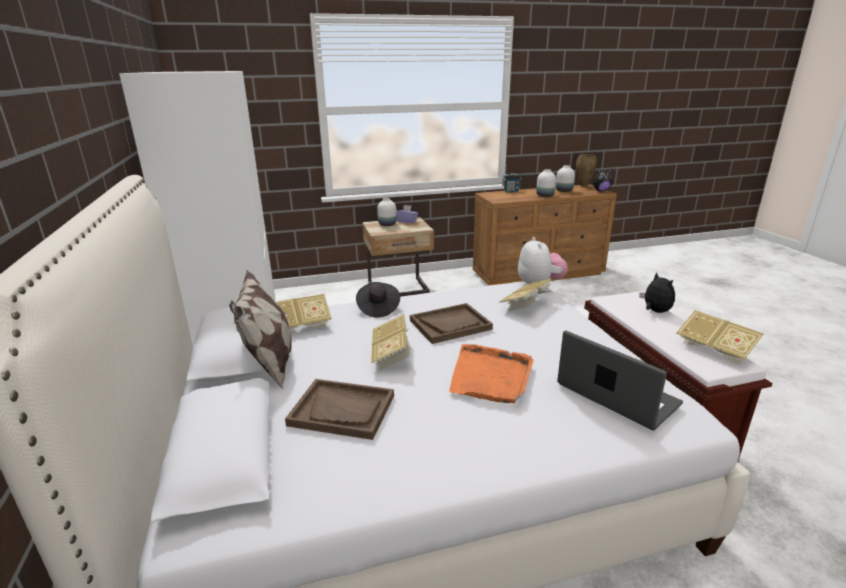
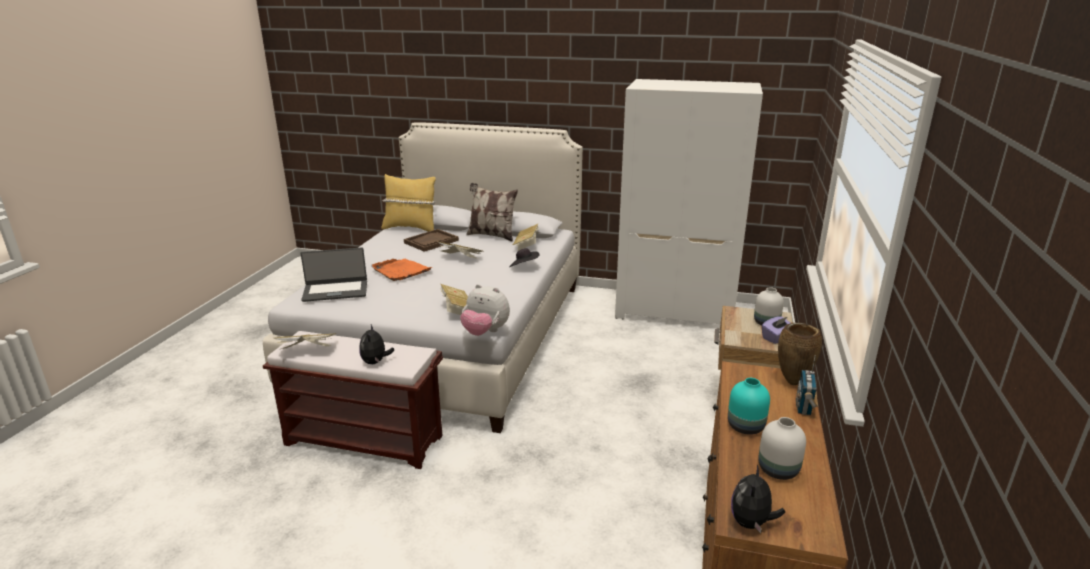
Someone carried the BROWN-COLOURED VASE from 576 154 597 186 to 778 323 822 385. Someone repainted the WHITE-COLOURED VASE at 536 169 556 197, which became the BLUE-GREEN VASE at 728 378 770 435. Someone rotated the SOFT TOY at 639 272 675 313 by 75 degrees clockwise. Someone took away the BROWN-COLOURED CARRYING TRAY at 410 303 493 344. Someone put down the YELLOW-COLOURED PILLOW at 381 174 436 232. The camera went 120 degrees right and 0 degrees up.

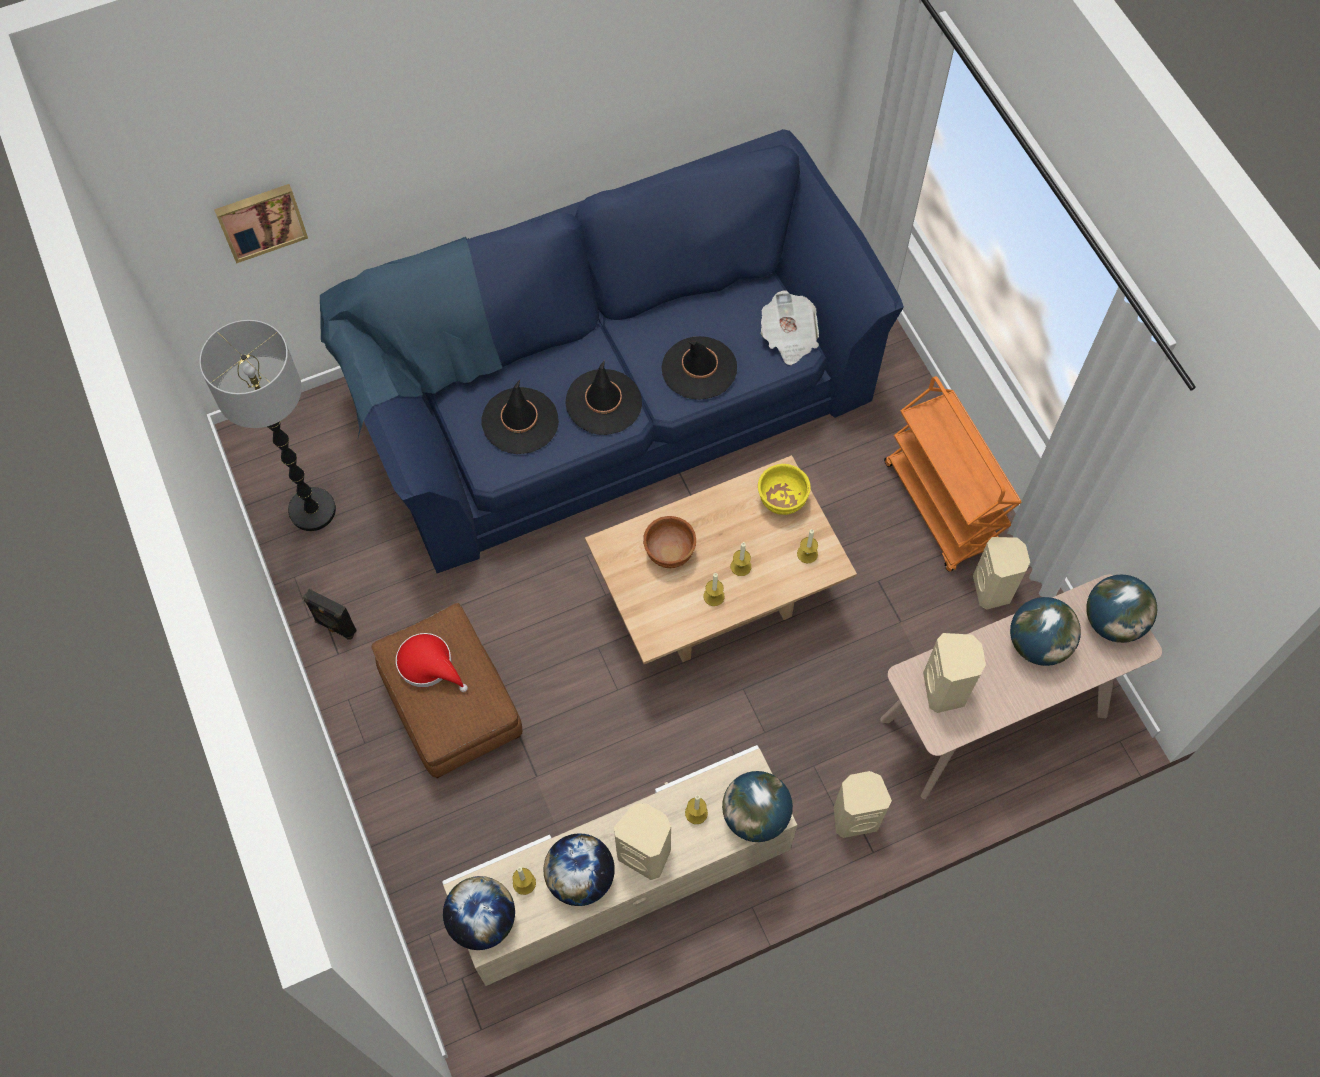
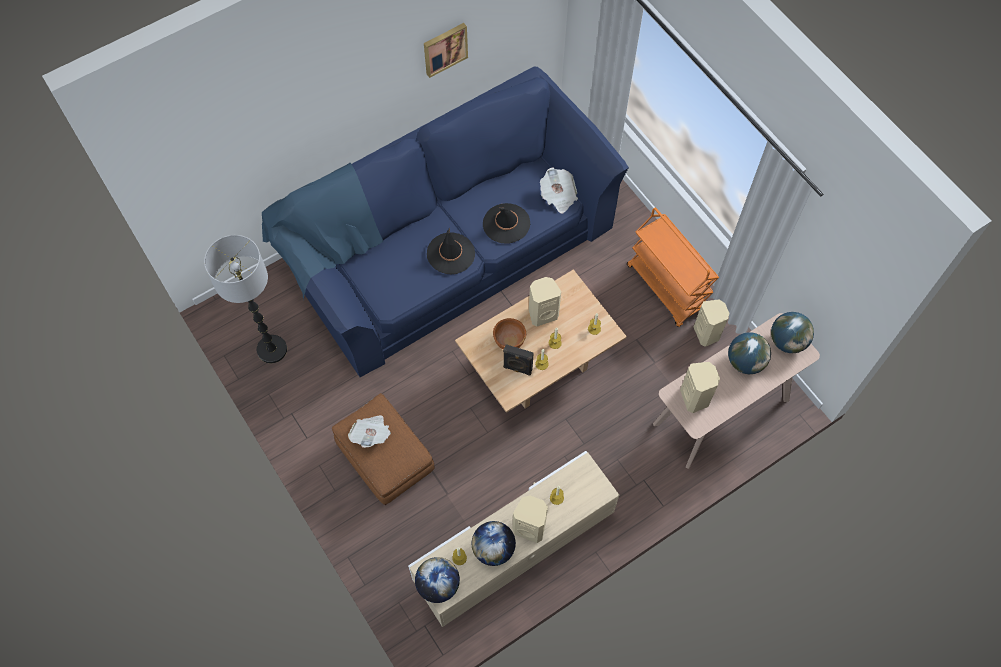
Someone carried the PICTURE from 214 184 308 264 to 424 23 468 78. Someone took away the BLACK CLOTHING HAT at 481 380 559 454. Someone took away the YELLOW-COLOURED SERVING BOWL at 758 464 811 515. Someone carried the BLACK SPEAKER from 303 589 357 640 to 503 344 534 375. Someone swapped the REDDISH CLOTHING HAT at 396 633 468 692 for the DAILY PAPER at 348 415 391 448. Someone took away the DESK GLOBE at 722 771 793 842. Someone carried the BEIGE SPEAKER from 834 771 892 838 to 529 277 561 326. The camera went 10 degrees left and 0 degrees up.

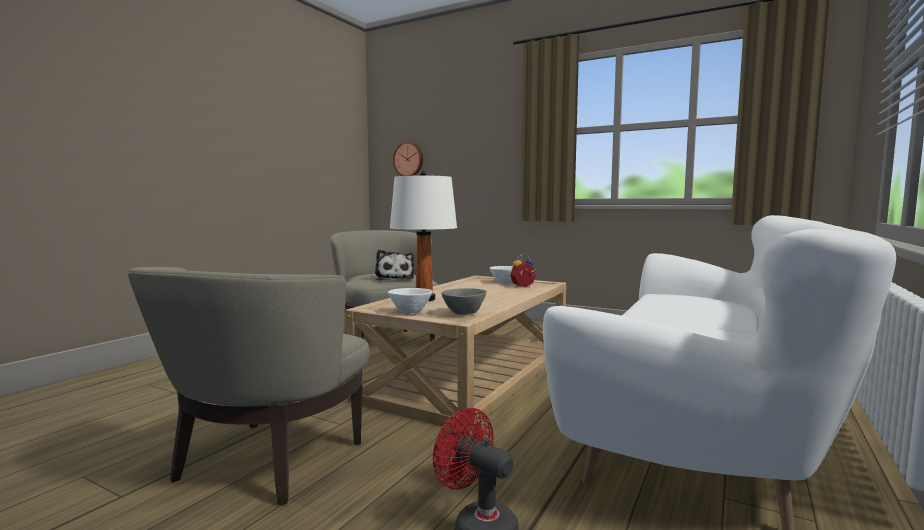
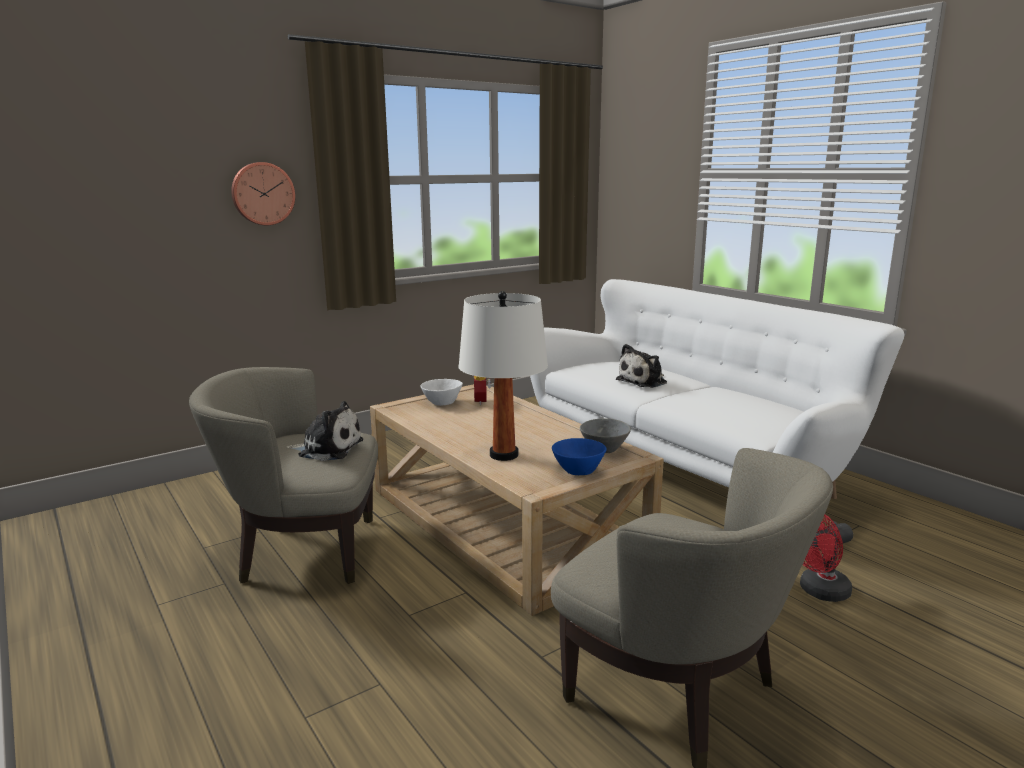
Someone carried the HANGING CLOCK from 393 142 423 176 to 231 162 295 225. Someone repainted the WHITE-COLOURED SERVING BOWL at 388 288 433 314, which became the BLUE SERVING BOWL at 552 438 607 475. Someone put down the SOFT TOY at 616 344 667 388. The camera went 65 degrees left and 10 degrees up.

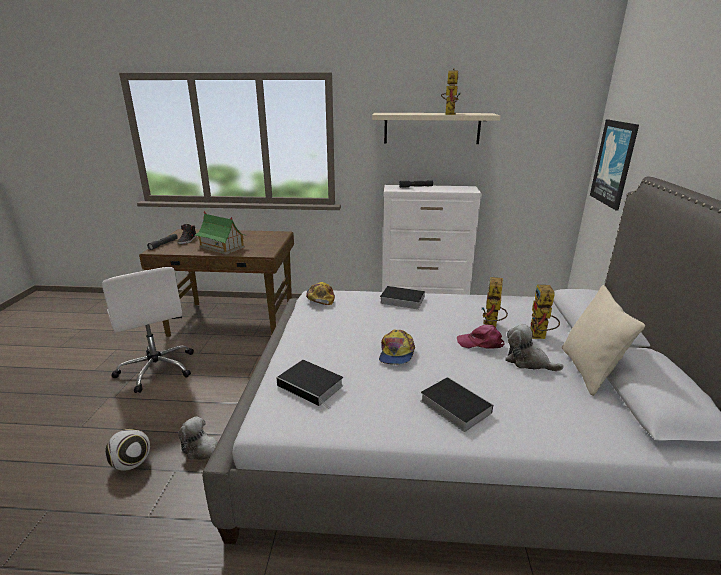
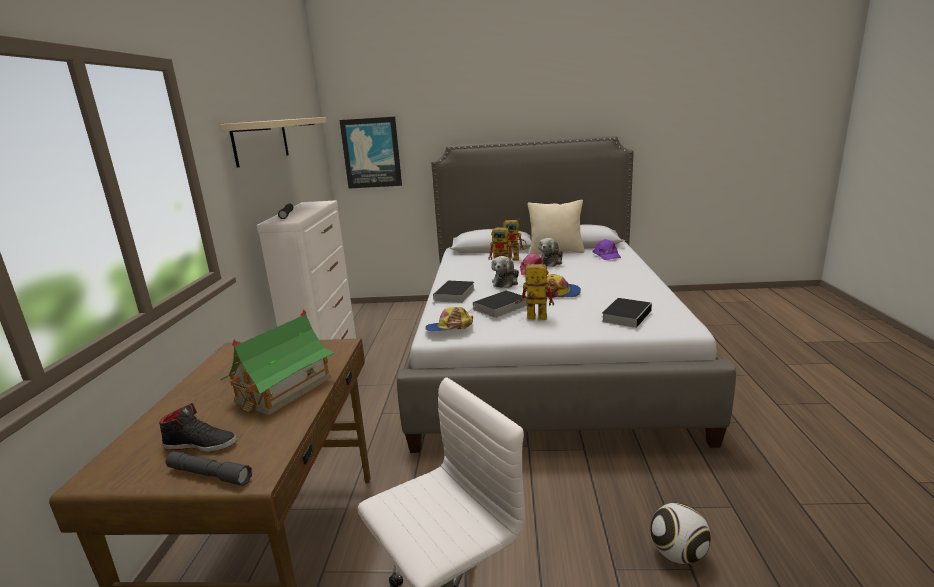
Someone carried the TOY ROBOT from 441 68 460 115 to 515 263 554 320. Someone carried the BOUND BOOK from 420 377 493 432 to 473 290 527 318. Someone carried the SOFT TOY from 178 416 217 460 to 491 256 519 288. Someone put down the PURPLE PEAKED CAP at 592 239 621 260. The camera went 90 degrees left and 5 degrees down.

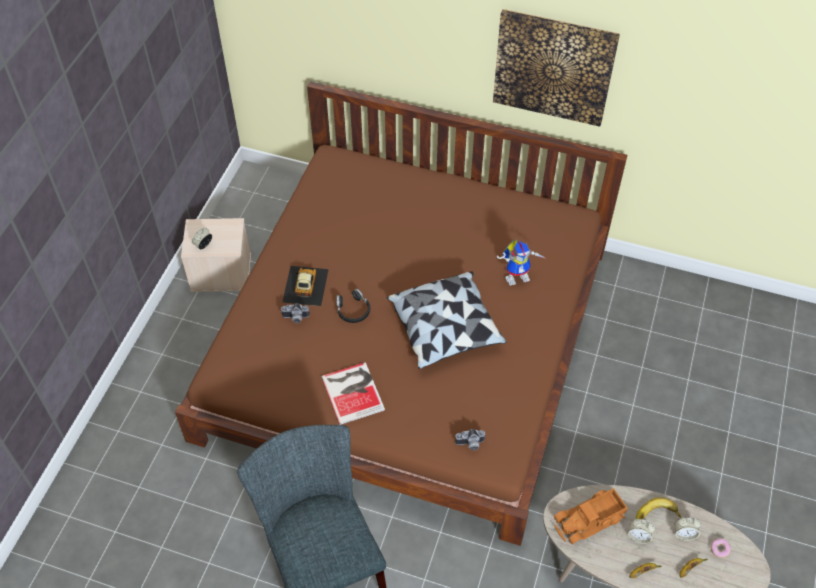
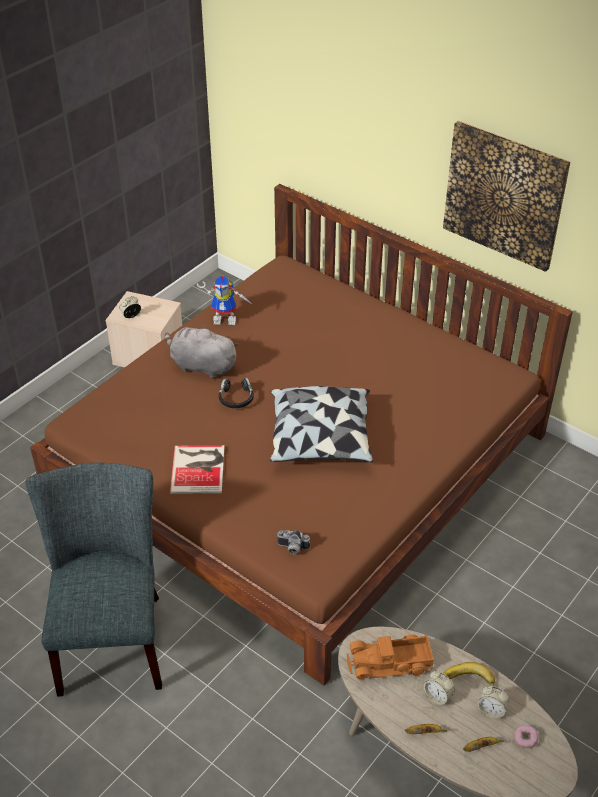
Someone carried the TOY ROBOT from 497 239 545 286 to 197 276 253 325. Someone swapped the MINIATURE CAR at 282 266 329 306 for the GREY SOFT TOY at 165 324 239 379. Someone took away the STILL CAMERA at 281 303 310 323. The camera went 20 degrees right and 10 degrees down.

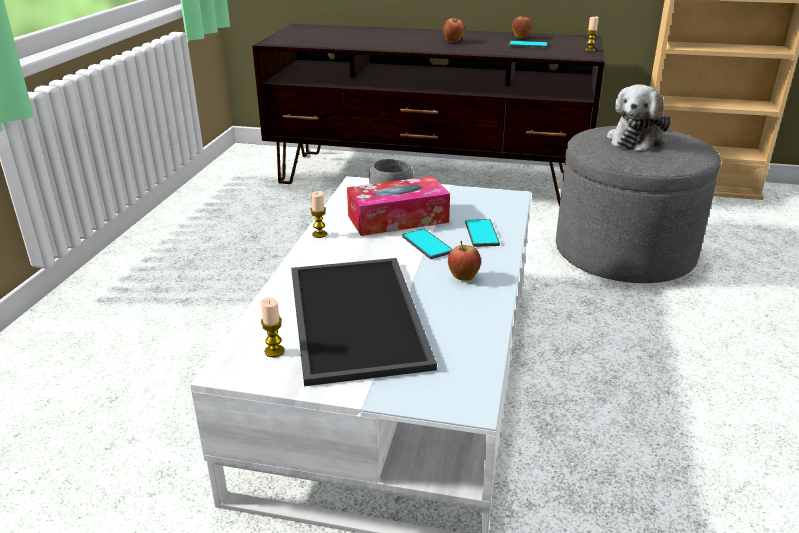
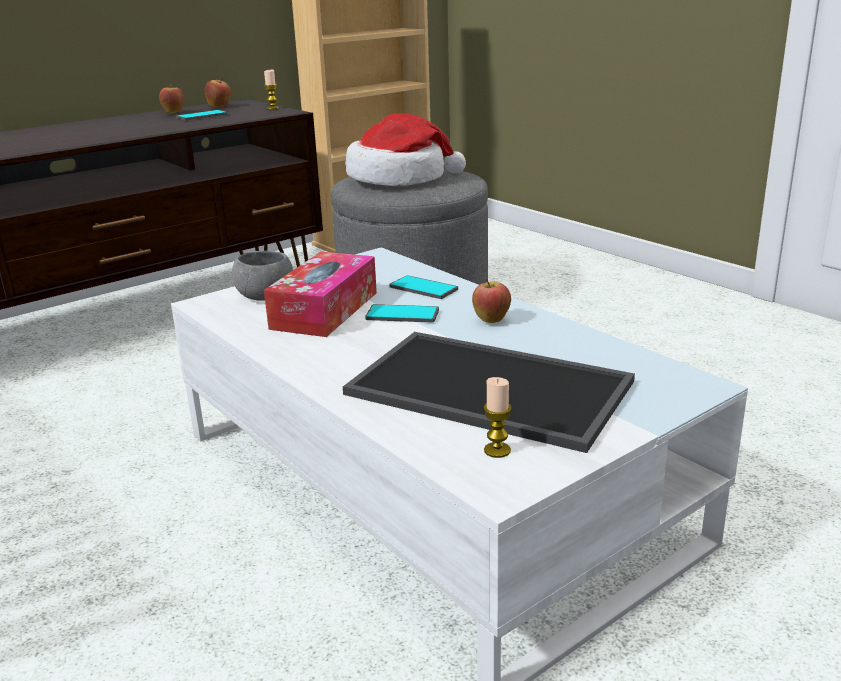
Someone carried the APPLE from 443 17 465 42 to 205 77 231 108. Someone swapped the SOFT TOY at 607 84 671 152 for the CLOTHING HAT at 345 113 466 186. Someone took away the CANDLE at 310 191 327 238. The camera went 50 degrees left and 5 degrees down.

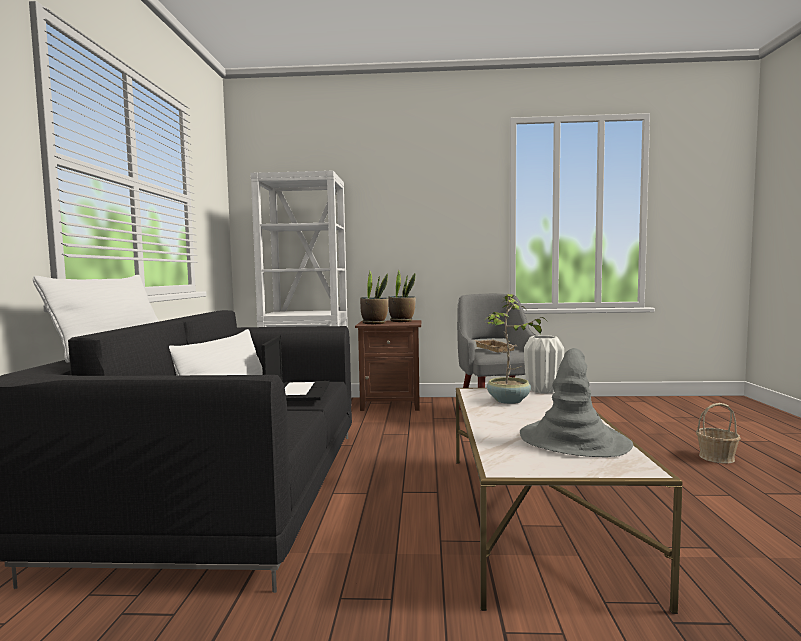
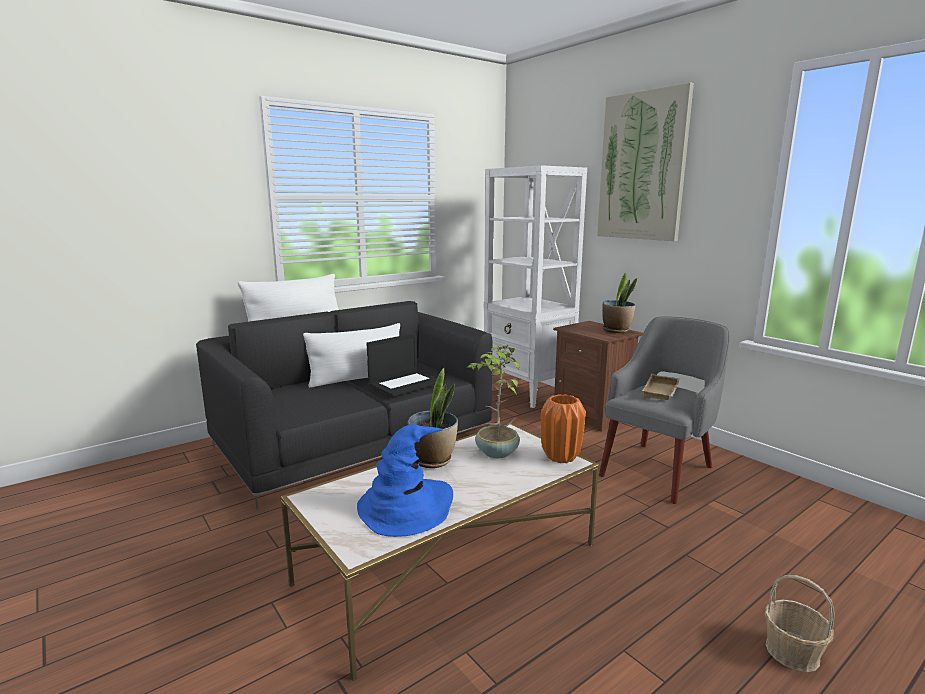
Someone carried the HOUSEPLANT from 360 270 389 324 to 408 368 458 468. Someone repainted the WHITE-COLOURED VASE at 524 335 564 393, which became the ORANGE-COLOURED VASE at 541 394 586 463. Someone repainted the GREY CLOTHING HAT at 520 348 633 457, which became the BLUE CLOTHING HAT at 357 424 453 537. Someone put up the PICTURE at 597 82 694 241. The camera went 50 degrees right and 10 degrees up.

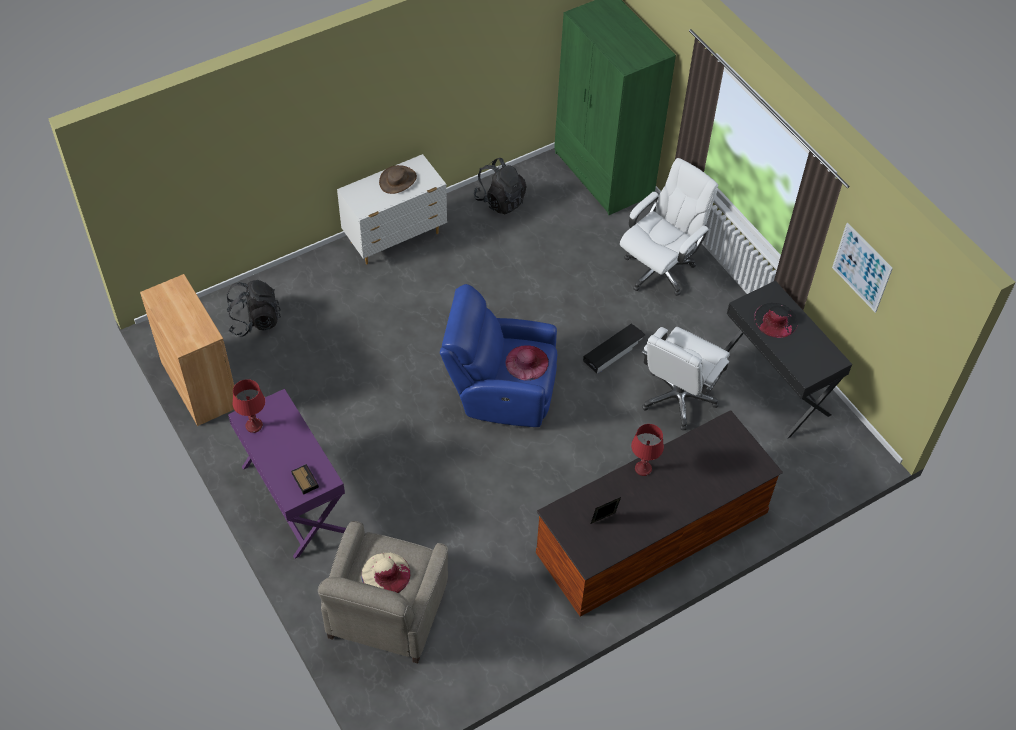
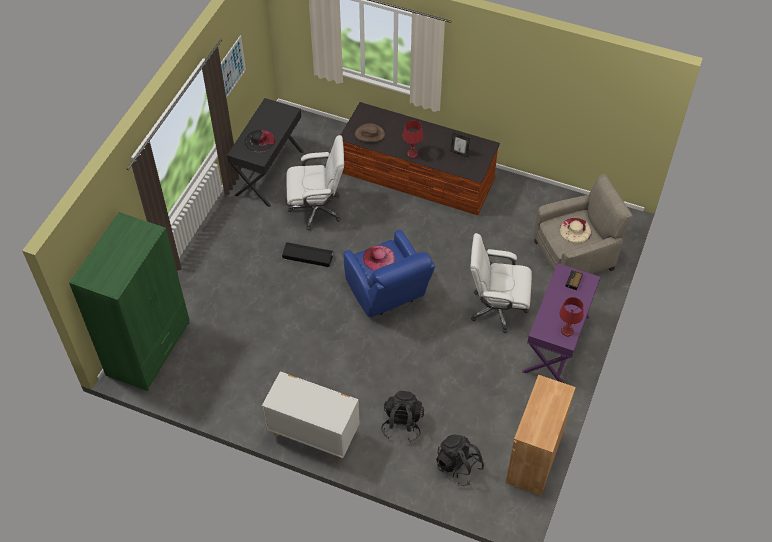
Someone carried the BLACK BACKPACK from 474 158 527 215 to 381 391 424 442. Someone carried the WHITE-COLOURED OFFICE CHAIR from 620 158 718 296 to 471 233 532 333. Someone carried the BROWN-COLOURED CLOTHING HAT from 379 165 417 194 to 355 123 385 142. The camera went 125 degrees left and 0 degrees up.

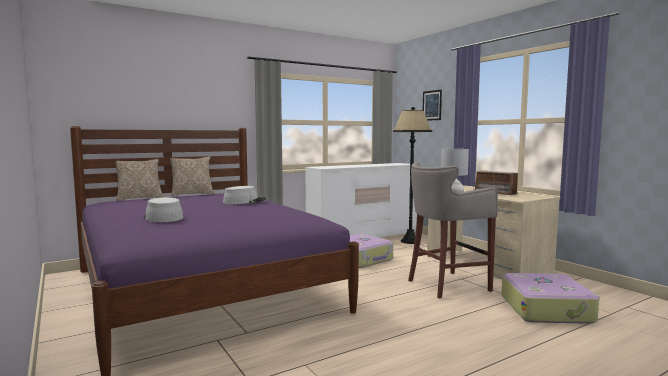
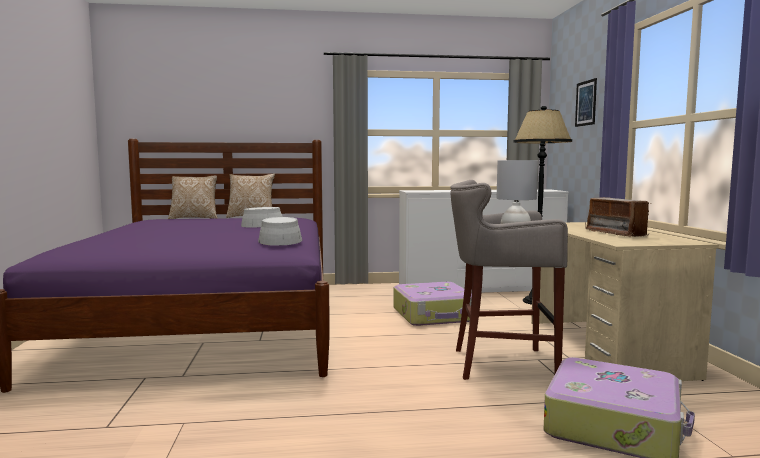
Someone carried the GREY CLOTHING HAT from 144 197 184 222 to 258 217 302 246. The camera went 25 degrees right and 0 degrees up.

